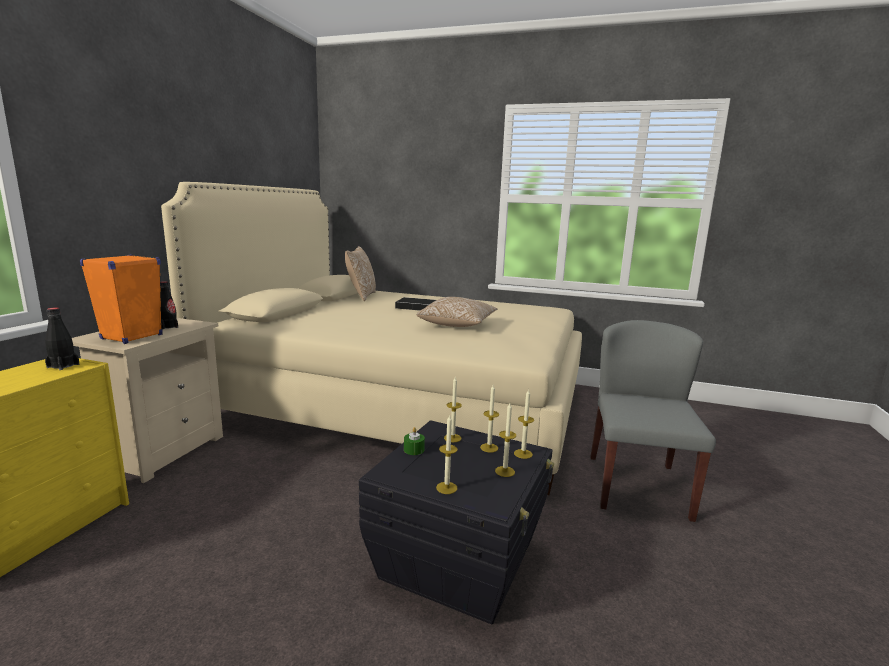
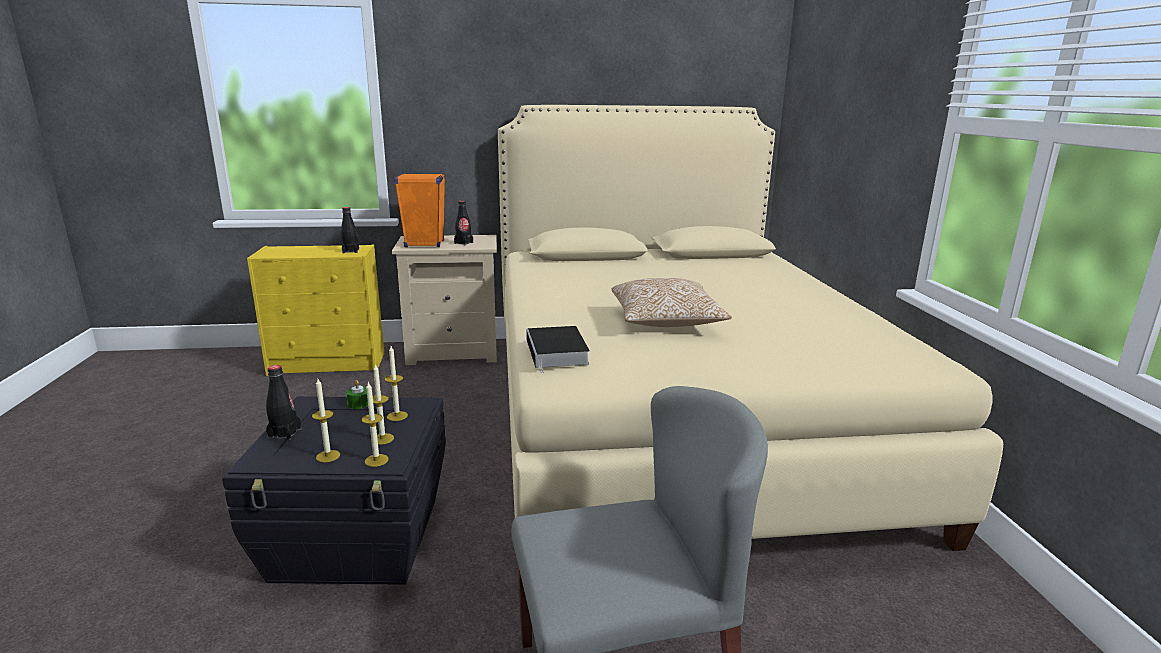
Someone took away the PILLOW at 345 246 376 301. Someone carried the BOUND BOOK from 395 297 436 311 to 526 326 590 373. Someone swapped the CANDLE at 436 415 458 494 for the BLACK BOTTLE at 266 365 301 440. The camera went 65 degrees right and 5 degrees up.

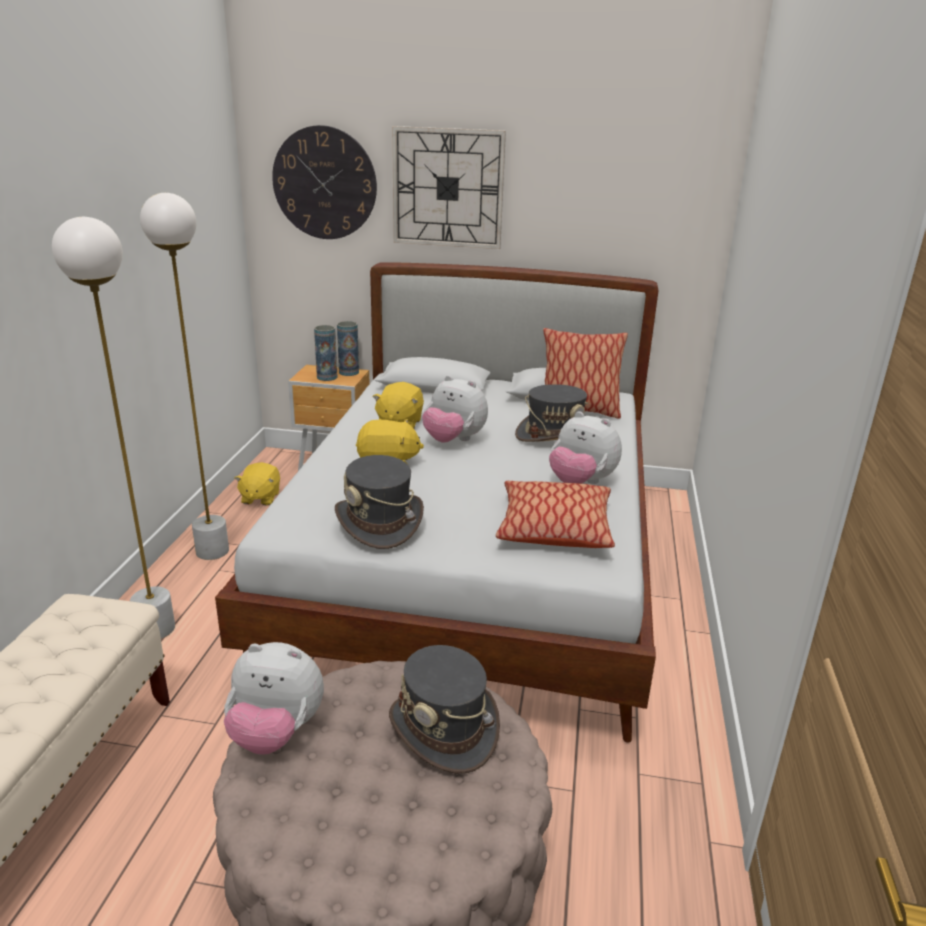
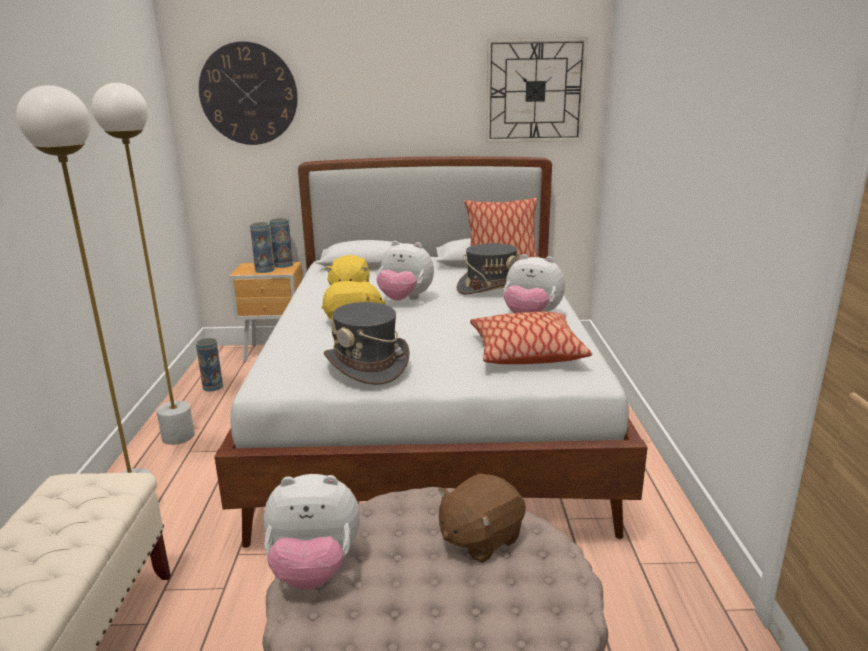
Someone carried the HANGING CLOCK from 392 126 506 249 to 486 37 588 143. Someone swapped the YELLOW-COLOURED SOFT TOY at 235 462 280 506 for the VASE at 196 338 223 391. Someone swapped the GREY CLOTHING HAT at 389 645 500 774 for the BROWN-COLOURED SOFT TOY at 438 474 526 563. The camera went 10 degrees left and 5 degrees down.

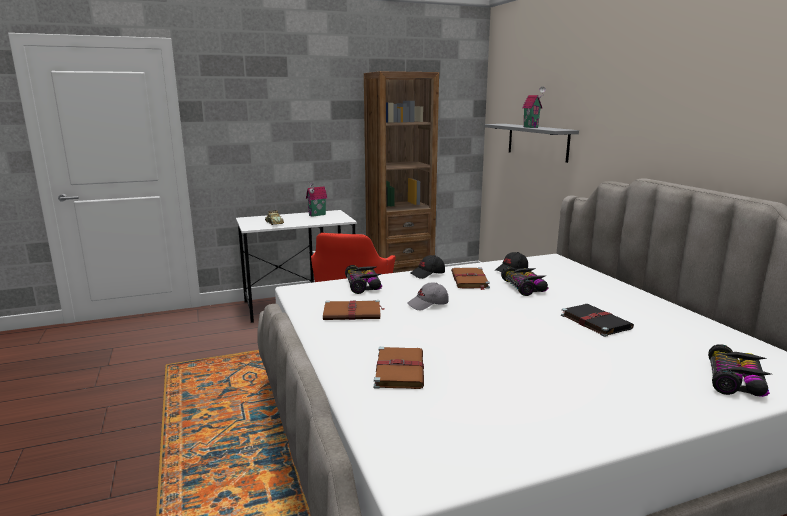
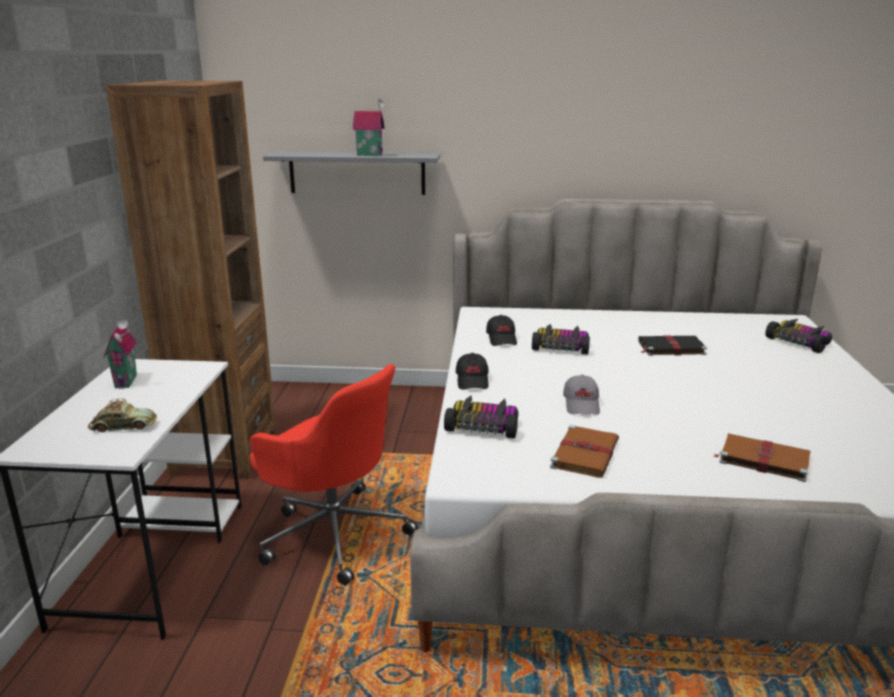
Someone took away the BROWN-COLOURED BOUND BOOK at 451 268 490 290. The camera went 65 degrees left and 5 degrees up.

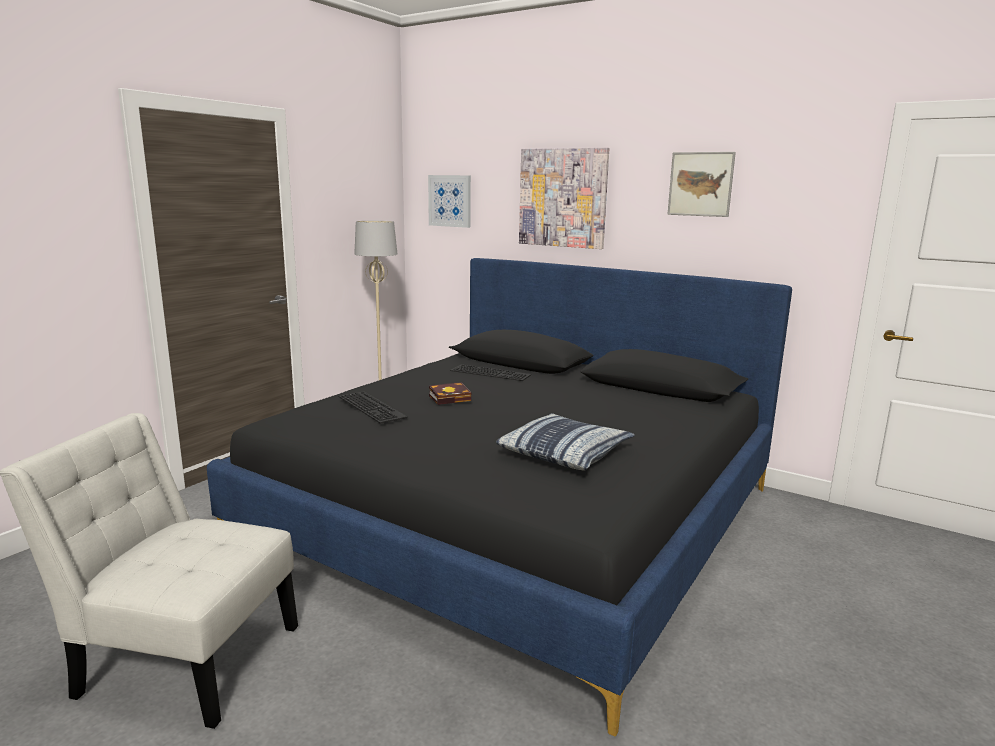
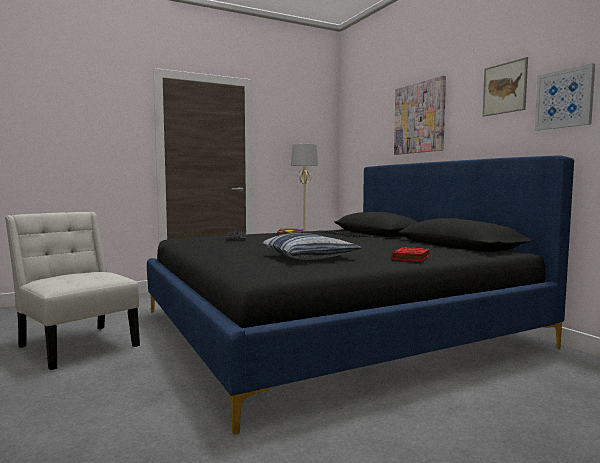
Someone carried the PICTURE from 428 175 471 228 to 535 63 595 131. Someone put down the REDDISH BOUND BOOK at 391 247 430 262. The camera went 30 degrees right and 10 degrees down.

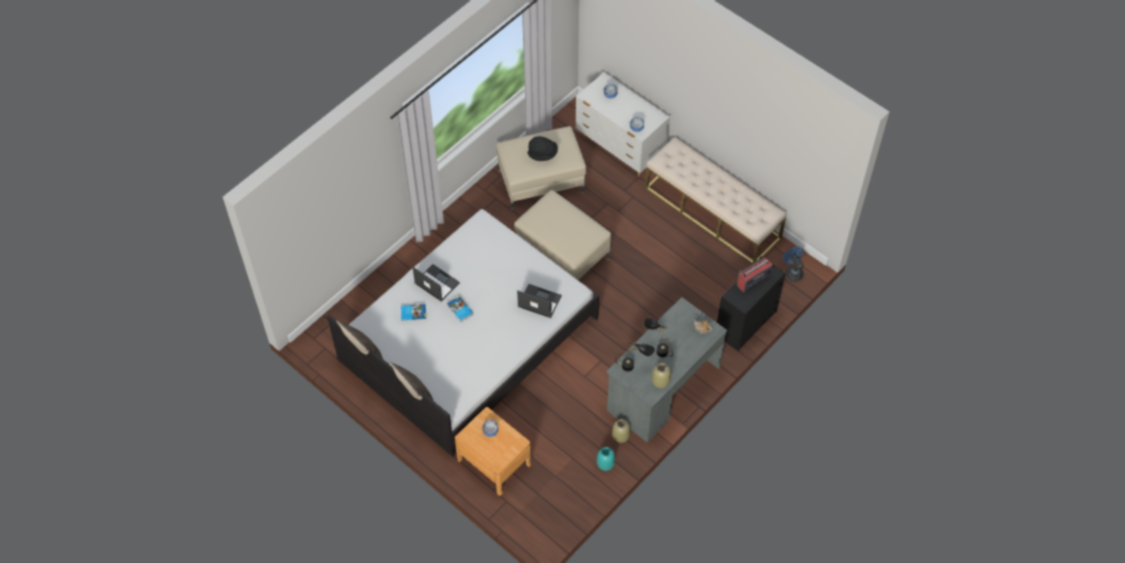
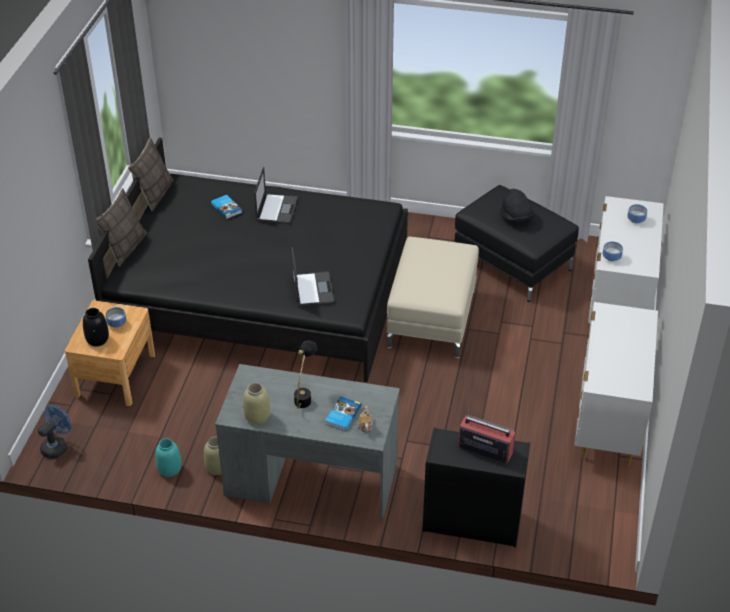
Someone repainted the BEIGE OTTOMAN at 496 126 586 210, which became the BLACK OTTOMAN at 454 185 579 302. Someone swapped the BEIGE LONG SEAT at 645 137 787 264 for the WHITE-COLOURED DRESSER at 574 302 658 466. Someone repainted the WHITE-COLOURED BEDROOM BED at 327 208 599 457, which became the BLACK BEDROOM BED at 88 138 408 382. Someone carried the BLUE ELECTRIC FAN from 782 246 804 282 to 38 405 71 459. Someone carried the BOUND BOOK from 447 296 473 322 to 325 396 361 431. Someone took away the BLACK TABLE LAMP at 615 340 655 372. Someone put down the BLACK VASE at 83 308 109 347. The camera went 60 degrees right and 15 degrees down.

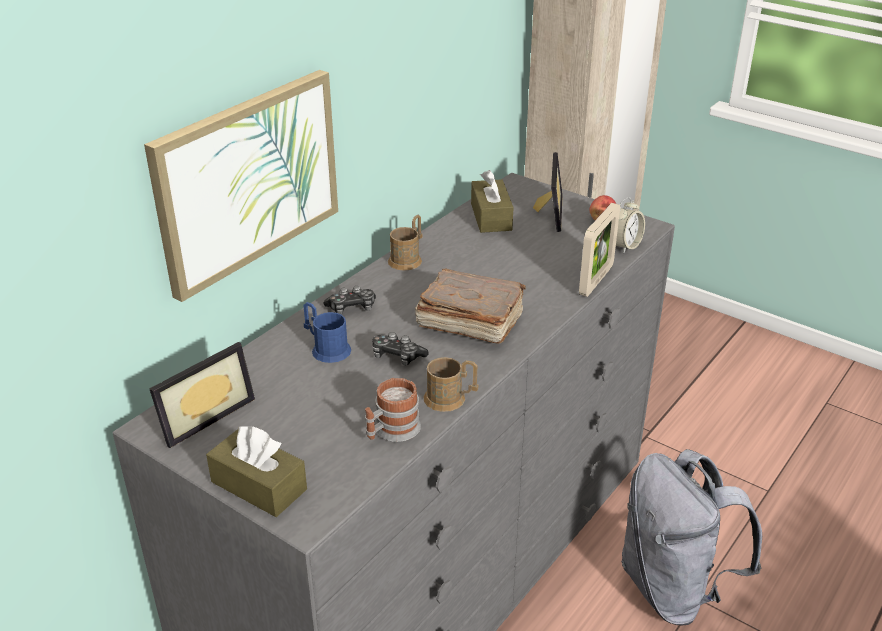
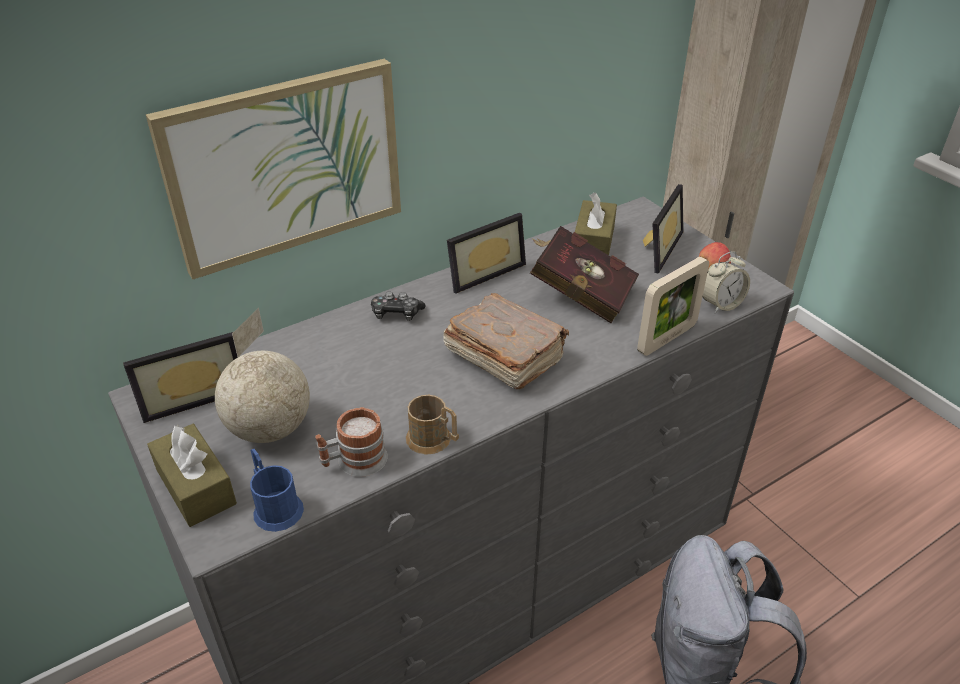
Someone swapped the BROWN-COLOURED MUG at 388 214 423 271 for the STANDING FRAME at 447 213 526 294. Someone carried the BLUE MUG from 303 302 351 363 to 250 449 304 532. Someone took away the GAME CONTROLLER at 372 332 429 365. Someone put down the REDDISH BOUND BOOK at 530 226 639 323. Someone put down the DESK GLOBE at 215 308 310 443. The camera went 20 degrees right and 5 degrees up.

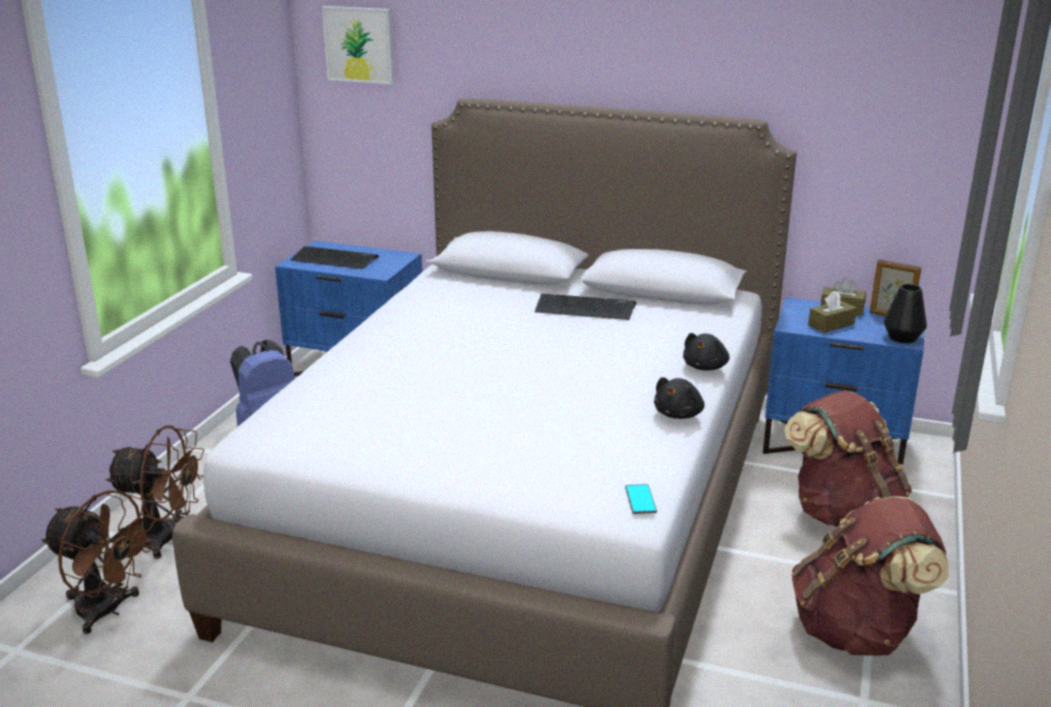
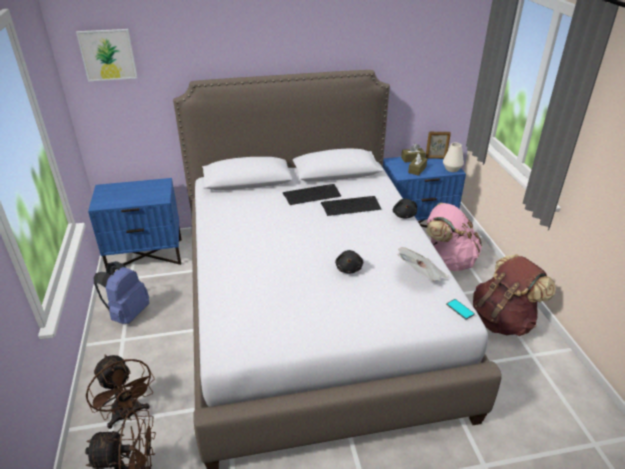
Someone carried the COMPUTER KEYBOARD from 290 246 379 269 to 321 196 381 216. Someone repainted the BLACK VASE at 884 284 927 343, which became the WHITE-COLOURED VASE at 443 143 464 172. Someone carried the BLACK SOFT TOY from 654 377 705 419 to 335 250 363 274. Someone repainted the BROWN-COLOURED BACKPACK at 784 390 912 527, which became the PINK BACKPACK at 426 203 482 271. Someone rotated the BROWN-COLOURED ELECTRIC FAN at 105 425 204 559 by 75 degrees clockwise. Someone put down the DAILY PAPER at 397 247 449 281. The camera went 30 degrees left and 10 degrees up.

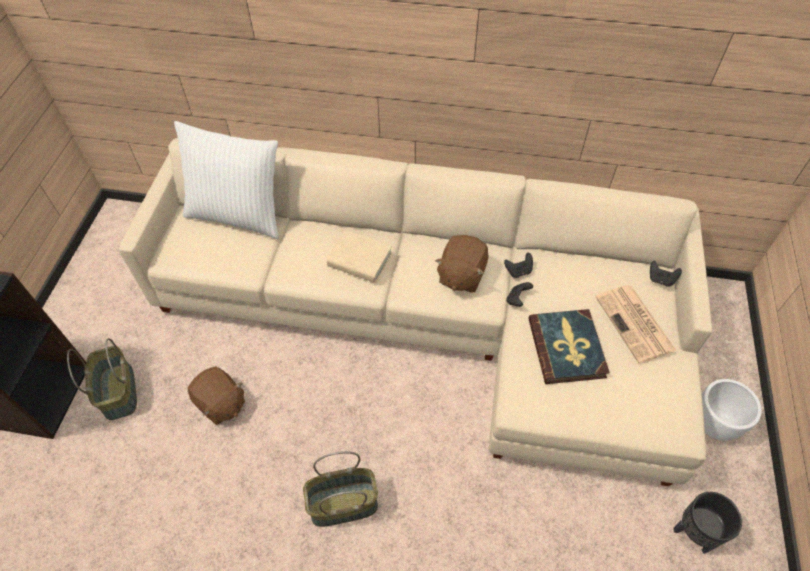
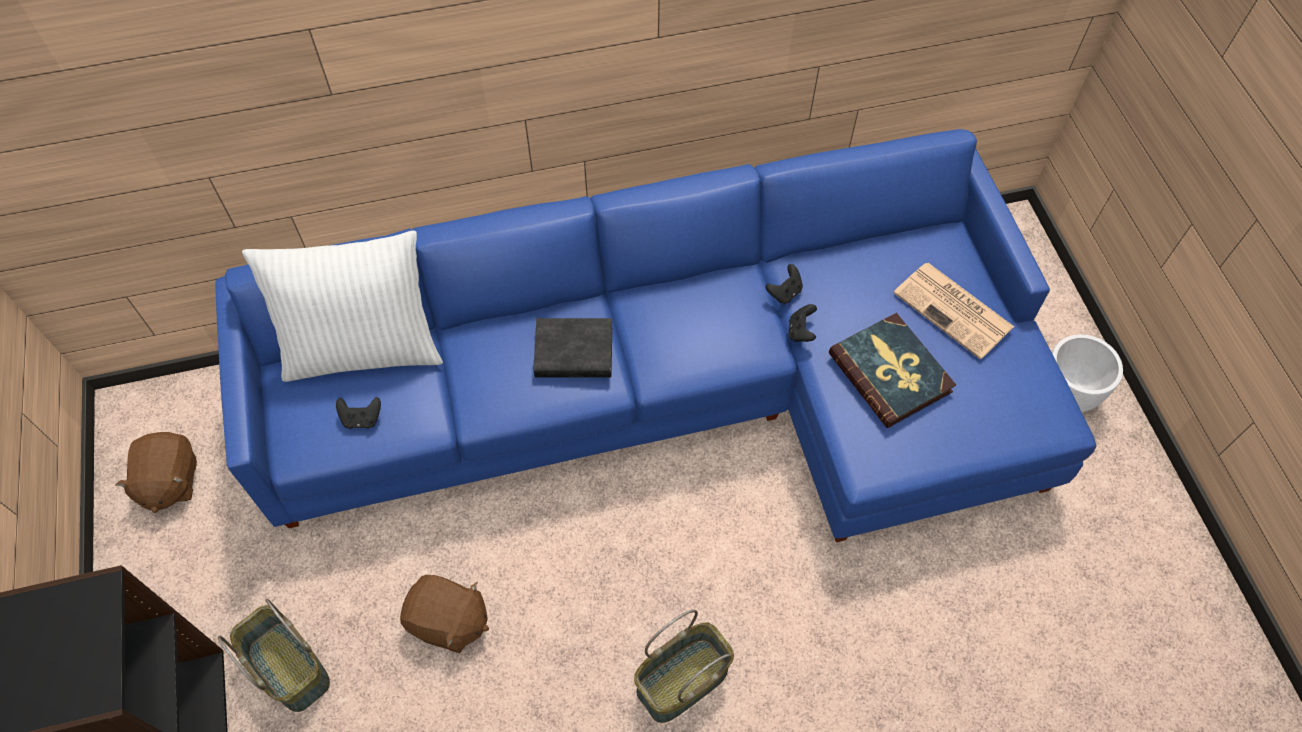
Someone repainted the BEIGE SOFA at 119 138 712 486, which became the BLUE SOFA at 215 129 1097 542. Someone repainted the BEIGE BOUND BOOK at 327 230 392 283, which became the BLACK BOUND BOOK at 533 318 612 377. Someone carried the BROWN-COLOURED SOFT TOY from 435 235 489 292 to 115 432 197 513. Someone carried the BLACK GAME CONTROLLER from 650 261 682 287 to 336 397 381 429. Someone took away the BLACK PLANTER at 674 492 742 554. The camera went 25 degrees left and 5 degrees up.

